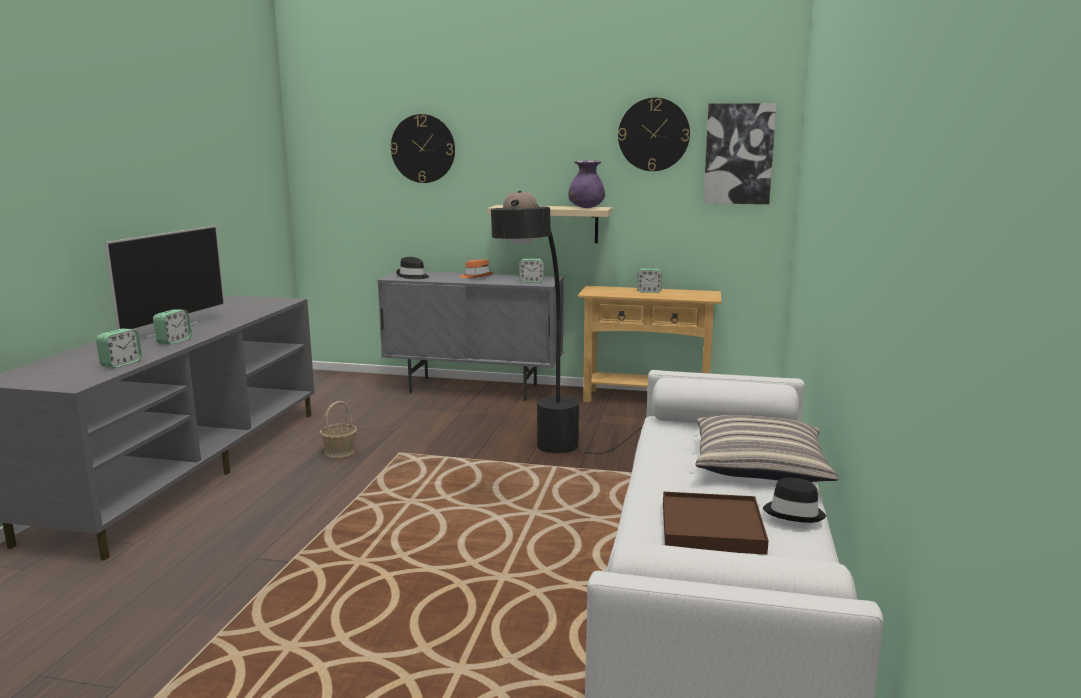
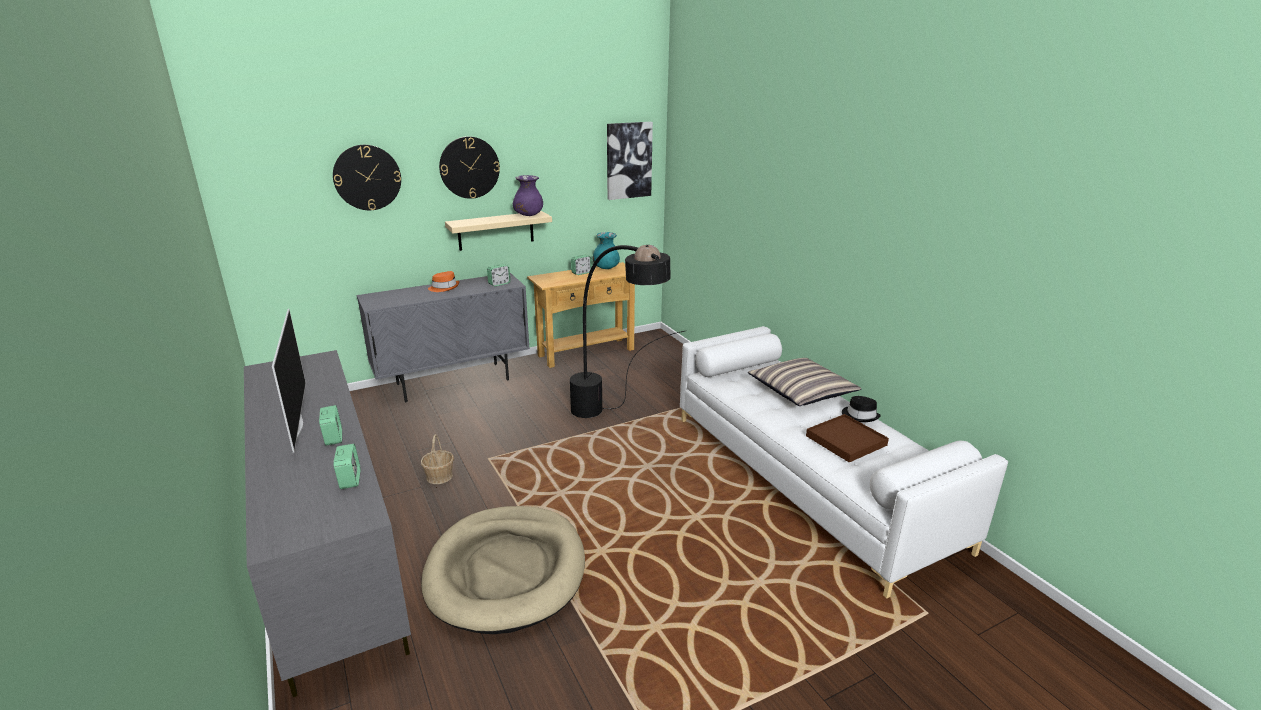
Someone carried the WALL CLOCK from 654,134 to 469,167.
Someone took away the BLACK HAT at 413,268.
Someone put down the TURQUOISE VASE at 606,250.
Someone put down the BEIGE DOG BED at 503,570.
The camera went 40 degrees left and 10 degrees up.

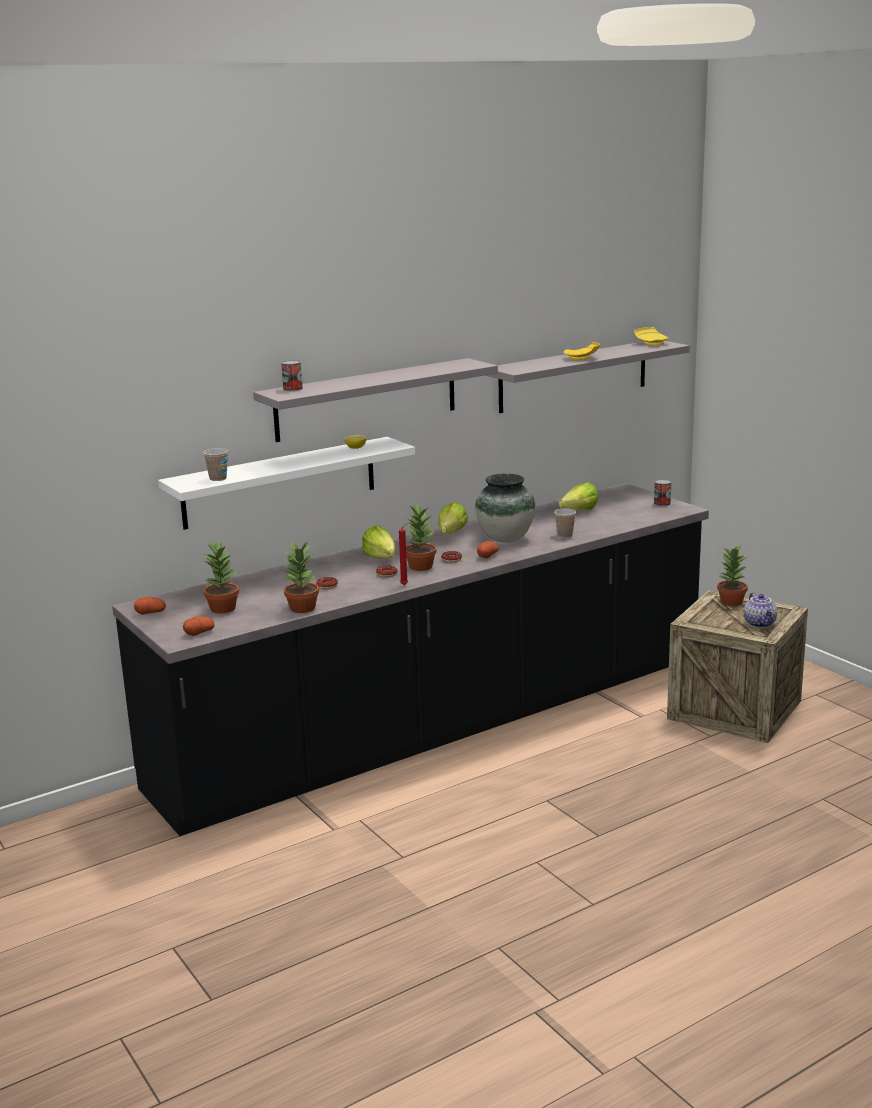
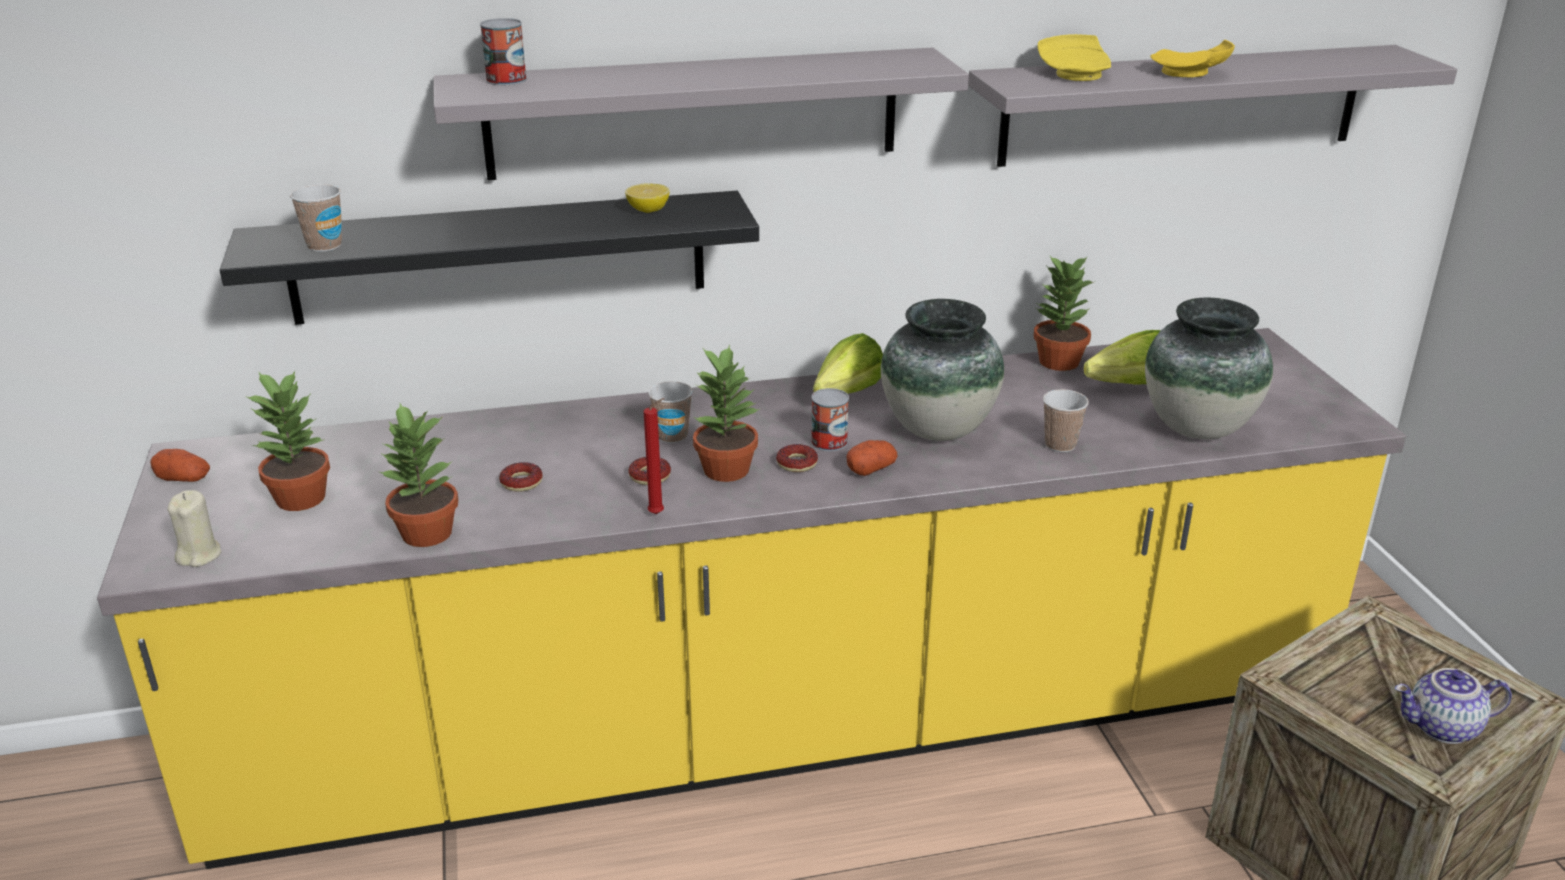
Someone carried the YELLOW PLATE from 651,336 to 1074,57.
Someone repainted the WHITE SHELF at 286,483, which became the BLACK SHELF at 489,258.
Someone carried the CAN from 663,492 to 830,419.
Someone repainted the BLACK COUNTER at 410,659, which became the YELLOW COUNTER at 751,598.
Someone swapped the LETTUCE at 378,542 for the CUP at 670,412.
Someone carried the POTTED PLANT from 732,575 to 1063,313.
Someone rotated the TEAPOT at 760,610 by 75 degrees clockwise.
Someone swapped the POTATO at 199,626 for the BEIGE CANDLE at 194,528.
Someone put down the VASE at 1209,368.
The camera went 20 degrees right and 10 degrees up.

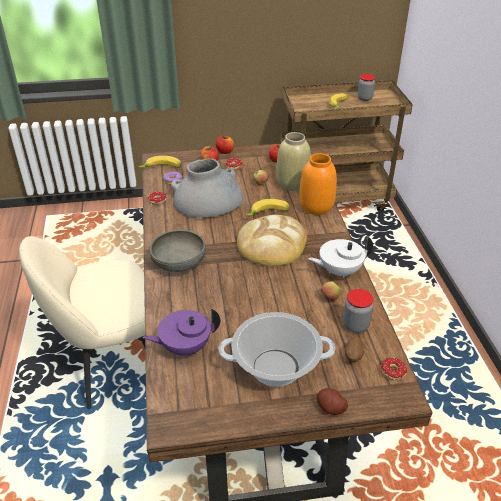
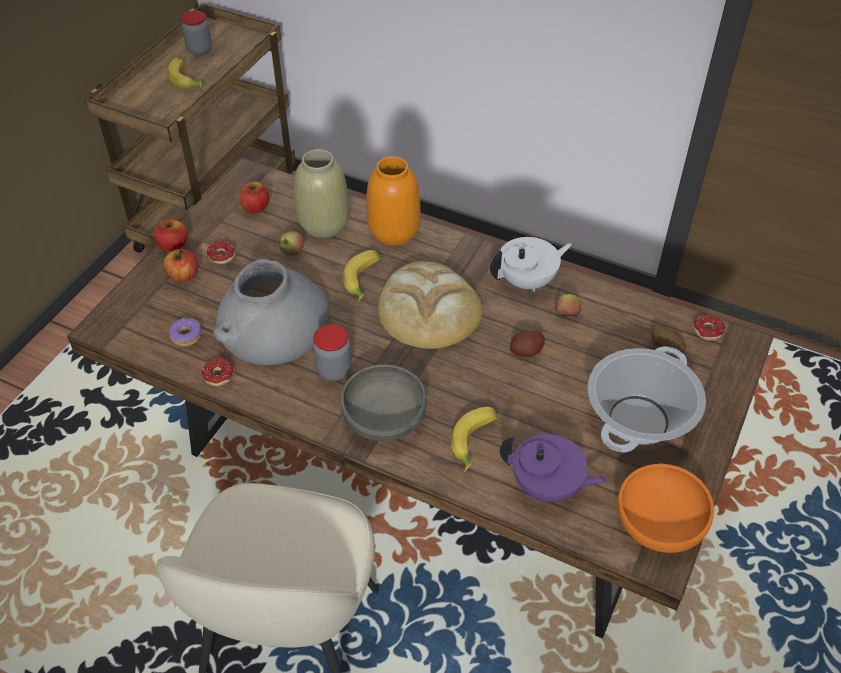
Someone carried the BANANA from 160,161 to 475,440.
Someone rotated the WHITE TEAPOT at 340,257 by 135 degrees counterclockwise.
Someone carried the JAR from 358,311 to 332,352.
Someone rotated the PURPLE TEAPOT at 181,332 by 90 degrees counterclockwise.
Someone carried the POTATO from 332,401 to 527,343.
Someone put down the ORANGE BOWL at 665,508.
The camera went 55 degrees left and 10 degrees up.

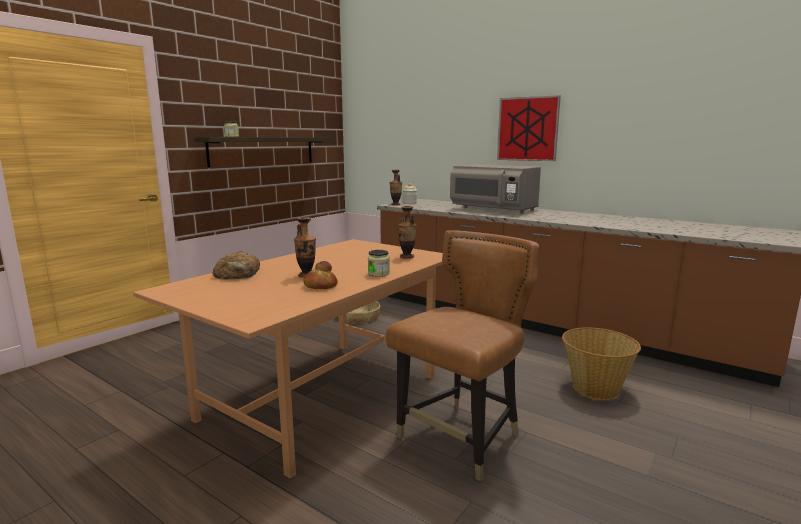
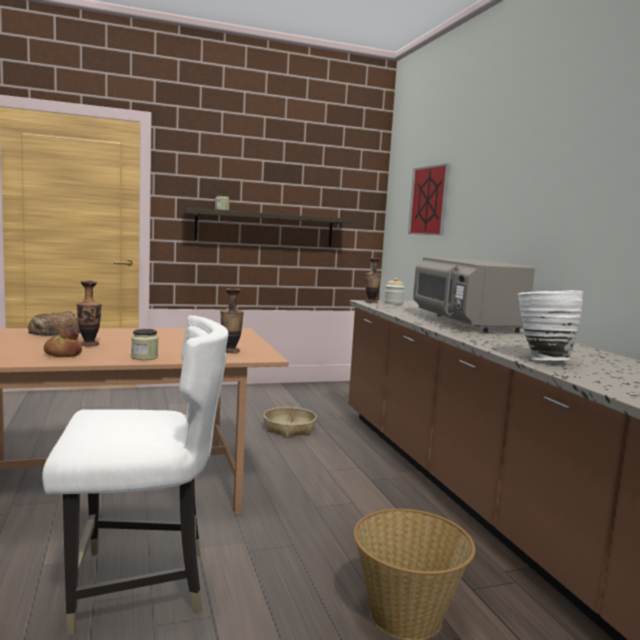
Someone carried the PICTURE from 529,128 to 429,199.
Someone repainted the BROWN CHAIR at 463,356, which became the WHITE CHAIR at 135,476.
Someone put down the WHITE VASE at 550,325.
The camera went 35 degrees right and 5 degrees down.

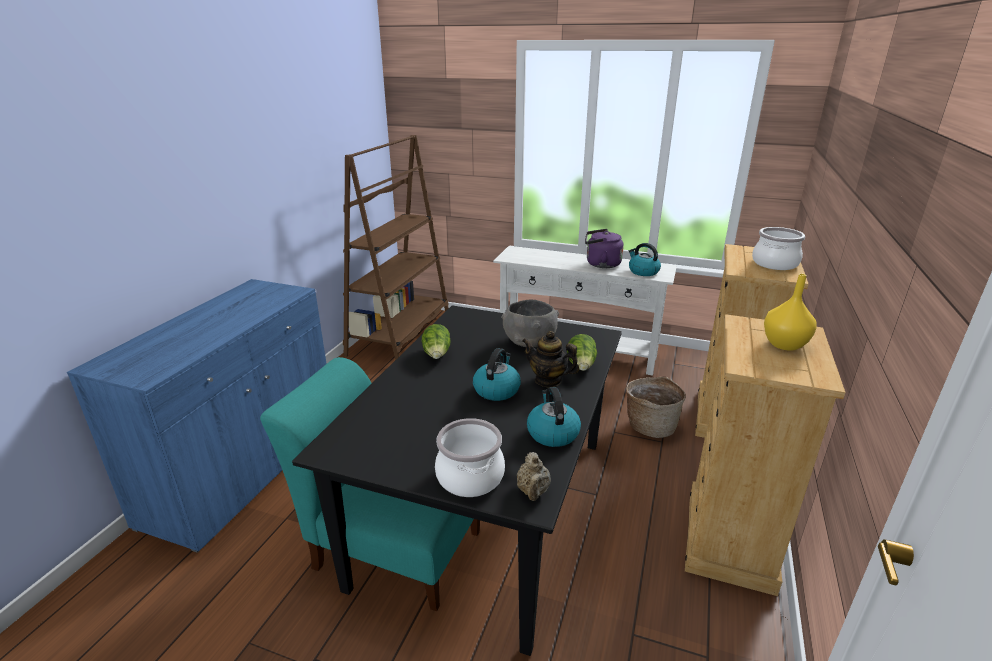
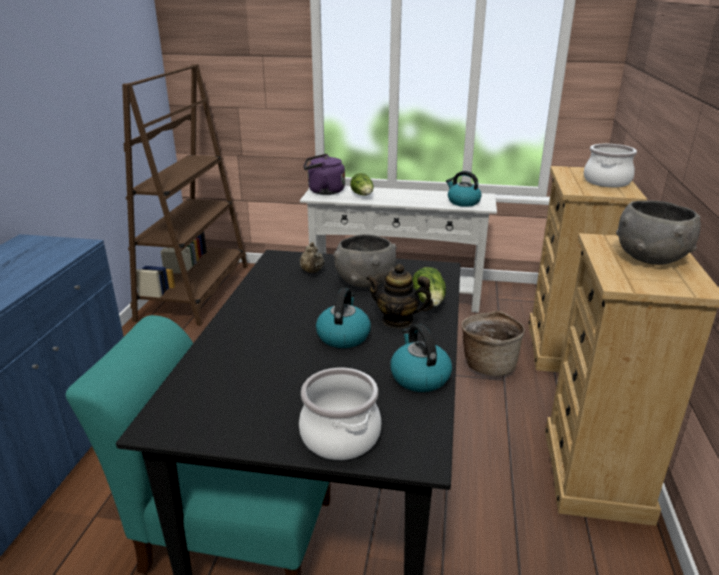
Someone carried the PURPLE KETTLE from 604,248 to 324,174.
Someone swapped the YELLOW VASE at 790,312 for the GREY BOWL at 658,233.
Someone carried the LETTUCE from 436,341 to 362,184.
Someone carried the BEIGE TEAPOT from 534,476 to 312,257.
The camera went 10 degrees left and 0 degrees up.

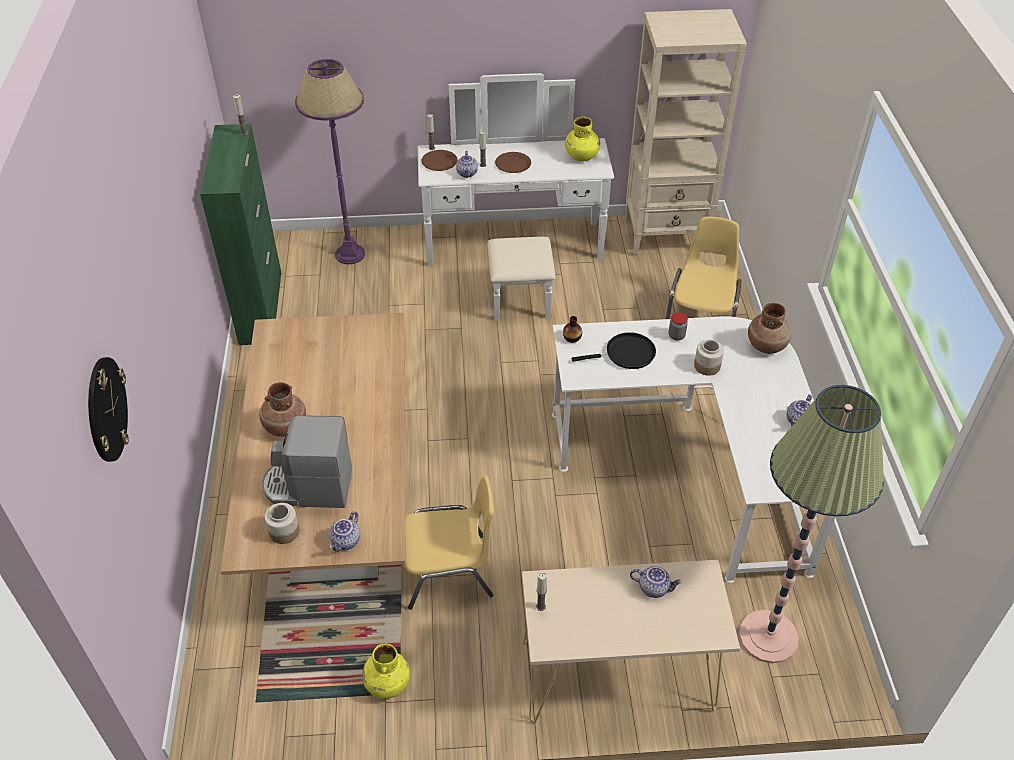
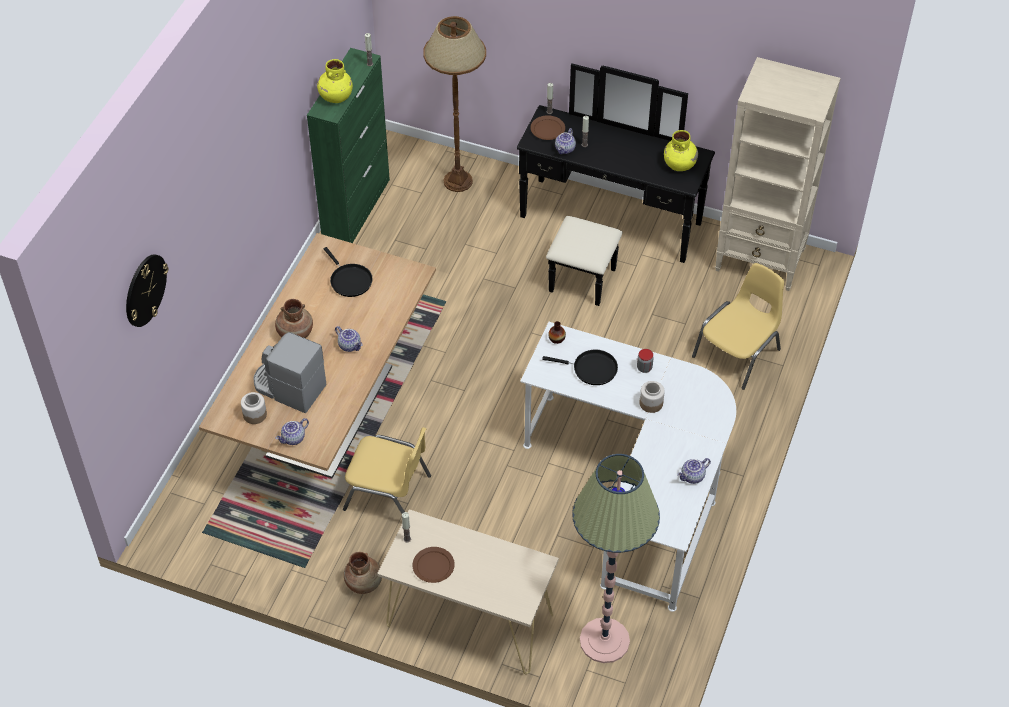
Someone repainted the PURPLE FLOOR LAMP at 330,161, which became the BROWN FLOOR LAMP at 454,104.
Someone repainted the WHITE DRESSER at 516,197, which became the BLACK DRESSER at 616,184.
Someone carried the BROWN PLATE from 513,162 to 434,565.
Someone carried the BROWN VASE from 770,328 to 363,573.
Someone carried the TEAPOT from 656,582 to 349,339.
Someone carried the YELLOW VASE from 386,671 to 335,81.
Someone put down the BLACK FRYING PAN at 348,272.
The camera went 25 degrees right and 5 degrees up.

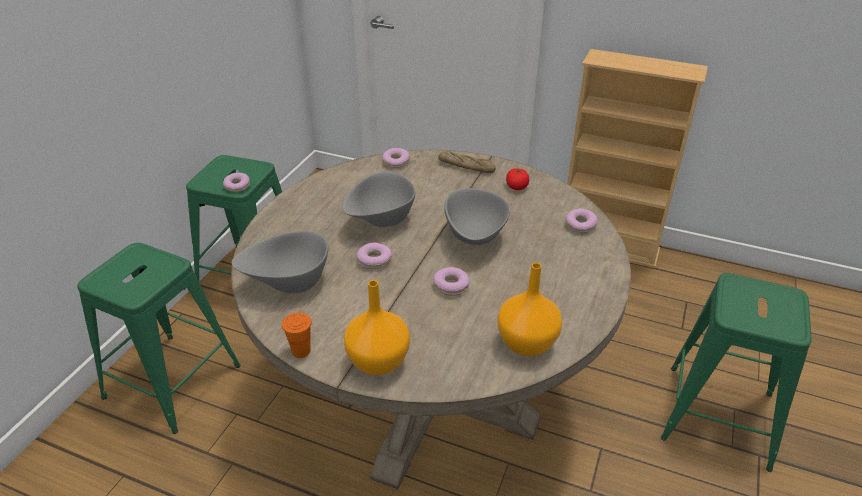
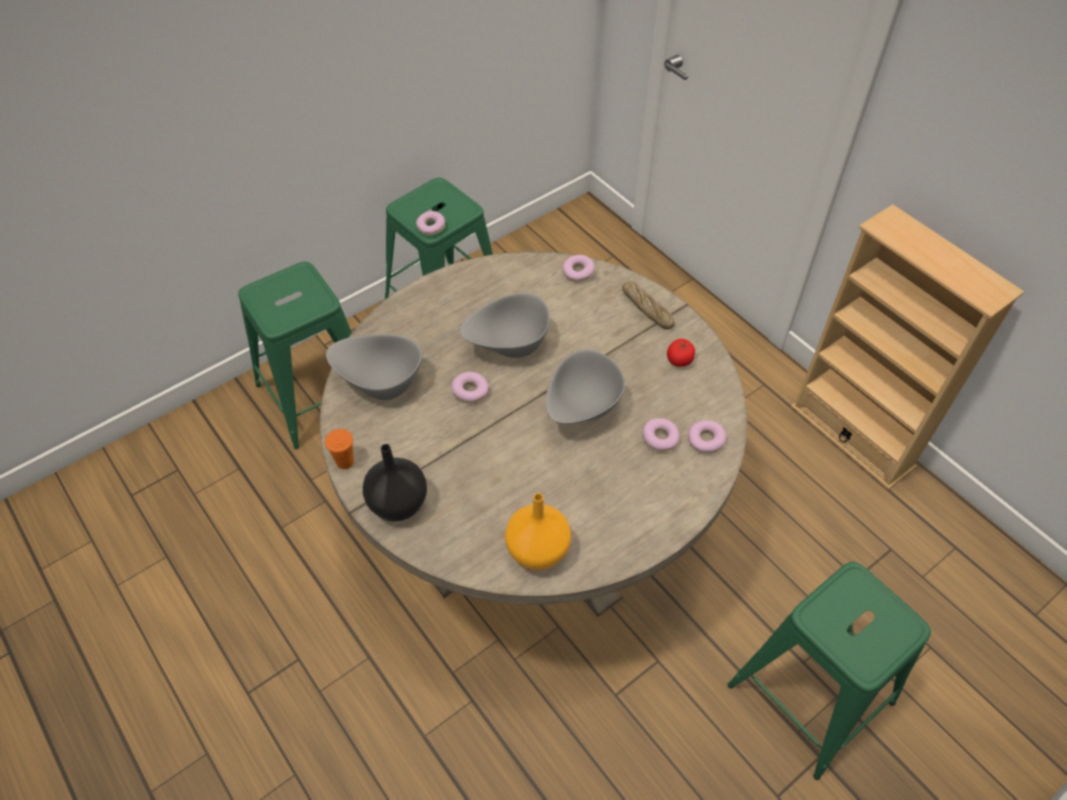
Someone carried the DONUT from 451,281 to 661,435.
Someone repainted the ORANGE VASE at 377,327, which became the BLACK VASE at 395,482.
The camera went 30 degrees right and 15 degrees up.

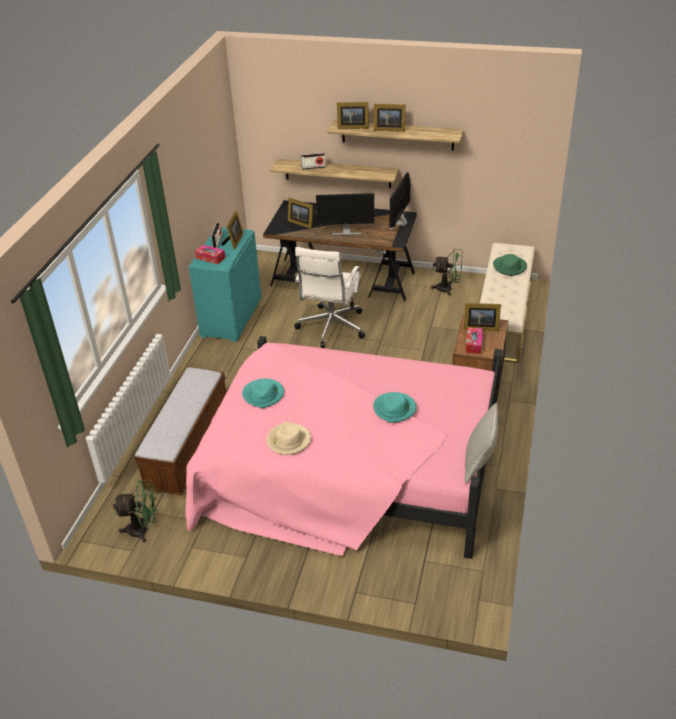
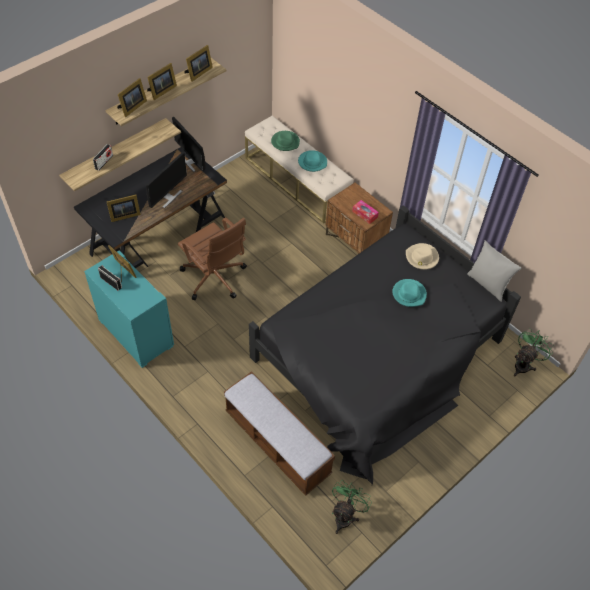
Someone took away the TISSUE BOX at 210,254.
Someone repainted the WHITE OFFICE CHAIR at 329,297, which became the BROWN OFFICE CHAIR at 212,258.
Someone carried the GREEN FAN from 447,272 to 534,352.
Someone carried the PICTURE FRAME from 482,317 to 198,63.
Someone repainted the PINK BED at 343,447, which became the BLACK BED at 385,345.
Someone carried the TURQUOISE HAT from 263,393 to 312,161.
Someone carried the BEIGE HAT from 288,438 to 422,256.
The camera went 60 degrees left and 15 degrees up.

